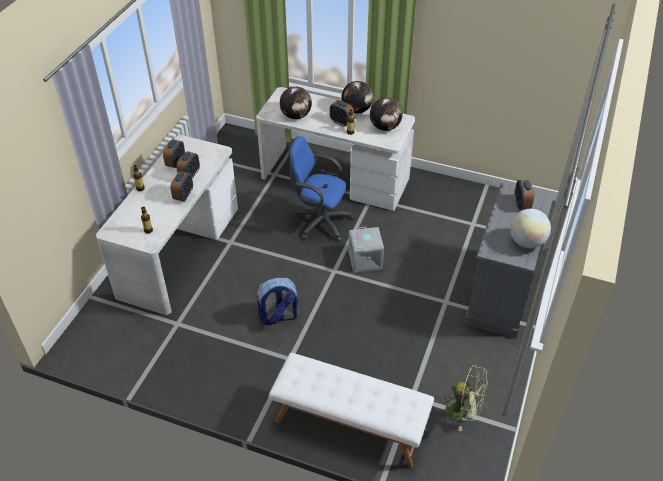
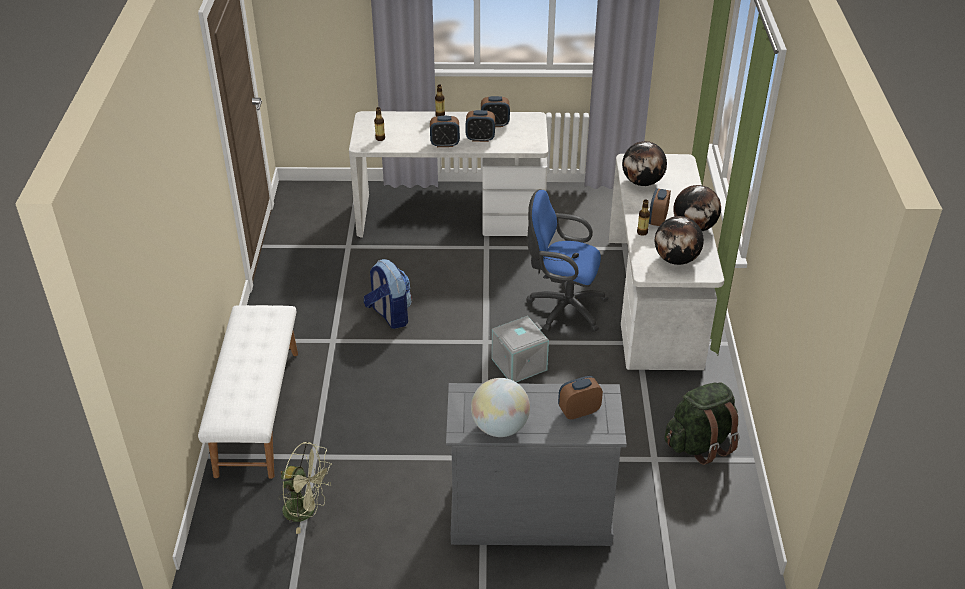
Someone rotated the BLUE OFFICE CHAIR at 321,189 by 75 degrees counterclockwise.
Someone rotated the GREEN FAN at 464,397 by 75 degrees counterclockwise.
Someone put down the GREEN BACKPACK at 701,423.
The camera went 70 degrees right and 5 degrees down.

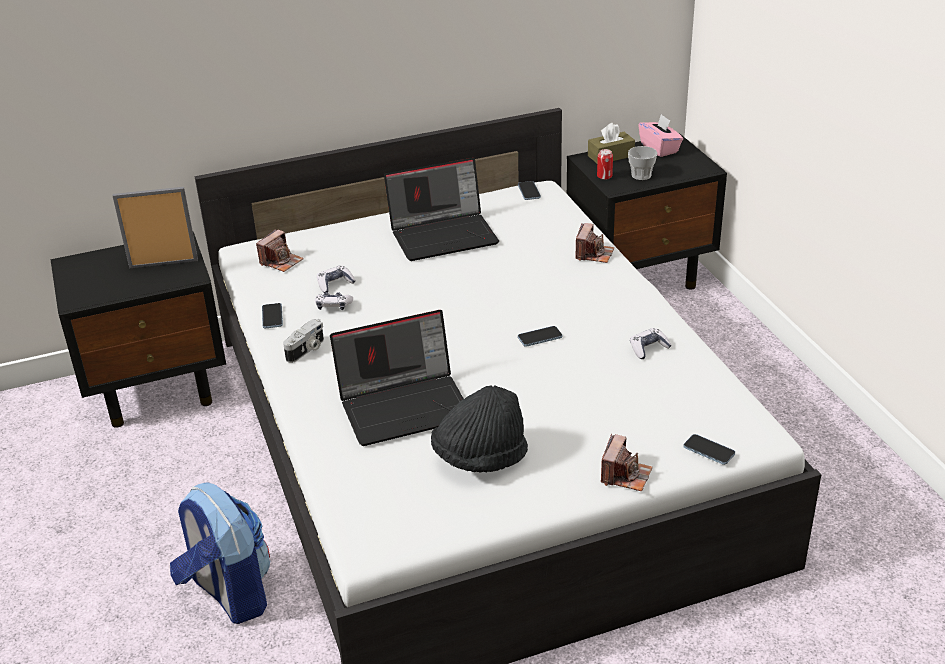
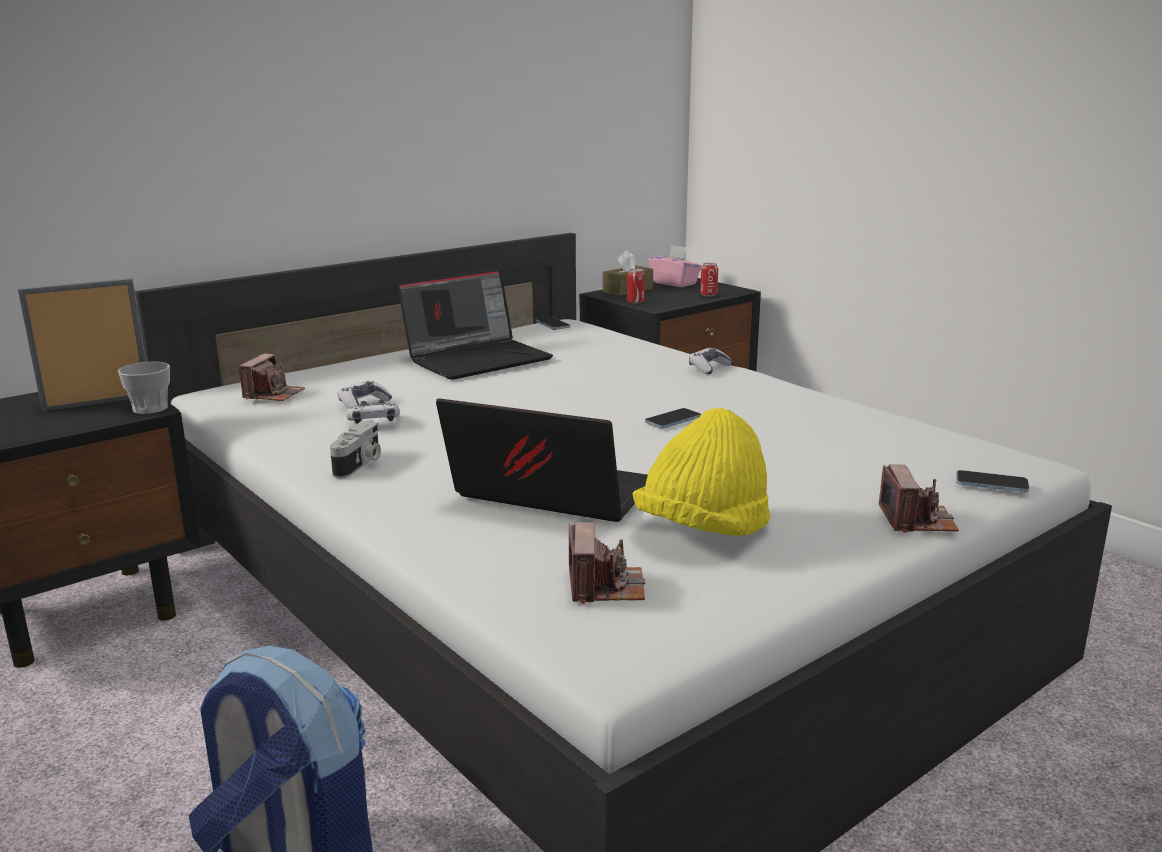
Someone carried the CUP from 642,163 to 144,387.
Someone carried the PHOTO CAMERA from 594,243 to 607,563.
Someone took away the PHONE at 272,315.
Someone rotated the LAPTOP at 397,378 by 120 degrees counterclockwise.
Someone carried the GAME CONTROLLER from 651,343 to 711,361.
Someone repainted the BLACK HAT at 479,429, which became the YELLOW HAT at 701,472.
Someone put down the CAN at 709,280.
The camera went 20 degrees left and 15 degrees down.

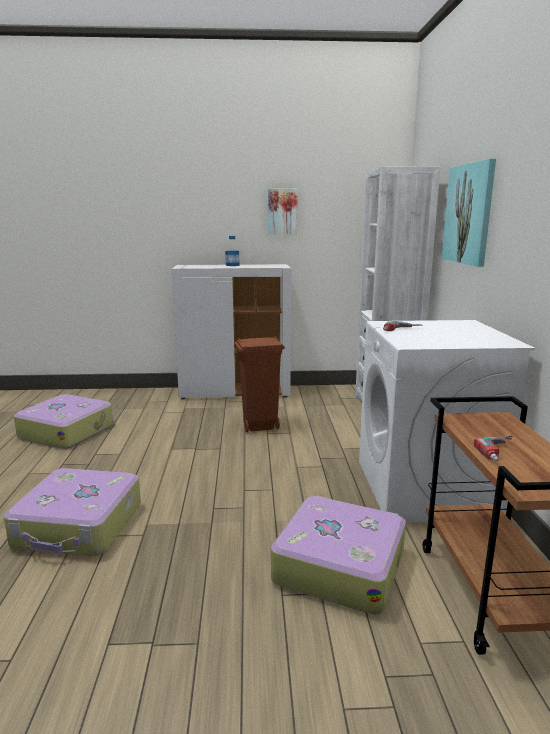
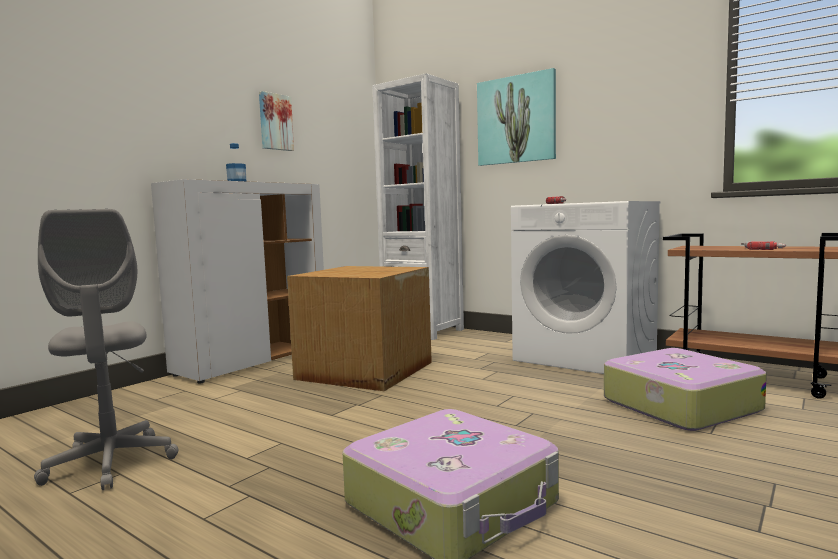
Someone swapped the BROWN TRASH CAN at 259,384 for the CARDBOARD BOX at 359,328.
Someone swapped the SUITCASE at 63,421 for the GREY OFFICE CHAIR at 106,349.
The camera went 50 degrees left and 10 degrees down.

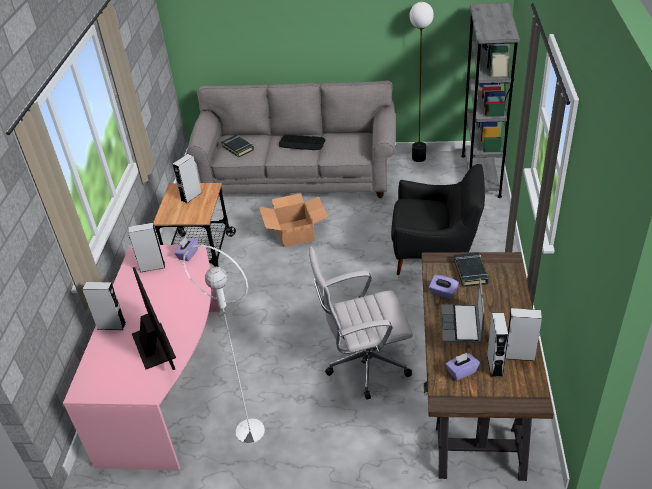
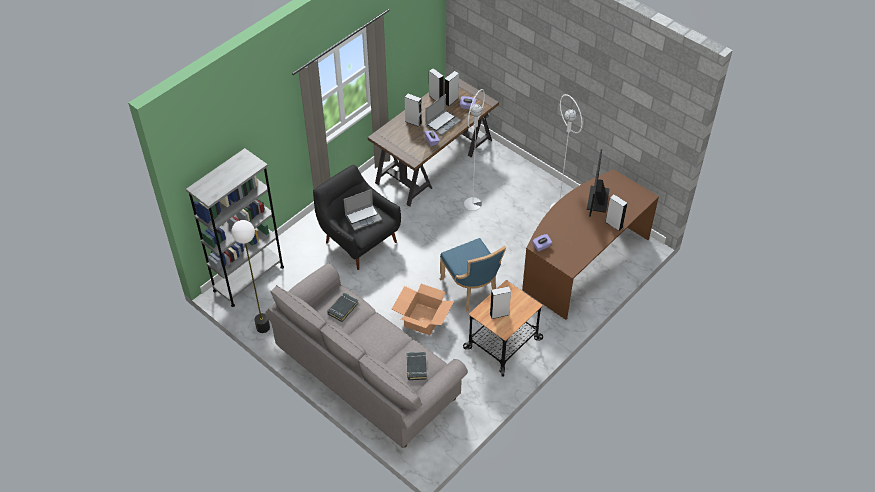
Someone took away the KEYBOARD at 302,142.
Someone carried the GREY SPEAKER from 146,247 to 413,110.
Someone repainted the PINK DESK at 141,357, which became the BROWN DESK at 590,244.
Someone swapped the WHITE OFFICE CHAIR at 361,323 for the WHITE FLOOR LAMP at 474,150.
Someone carried the BLACK BOOK from 471,269 to 342,307.
Someone put down the LAPTOP at 363,209.
Someone put down the BLUE CHAIR at 472,275.
The camera went 145 degrees left and 10 degrees up.

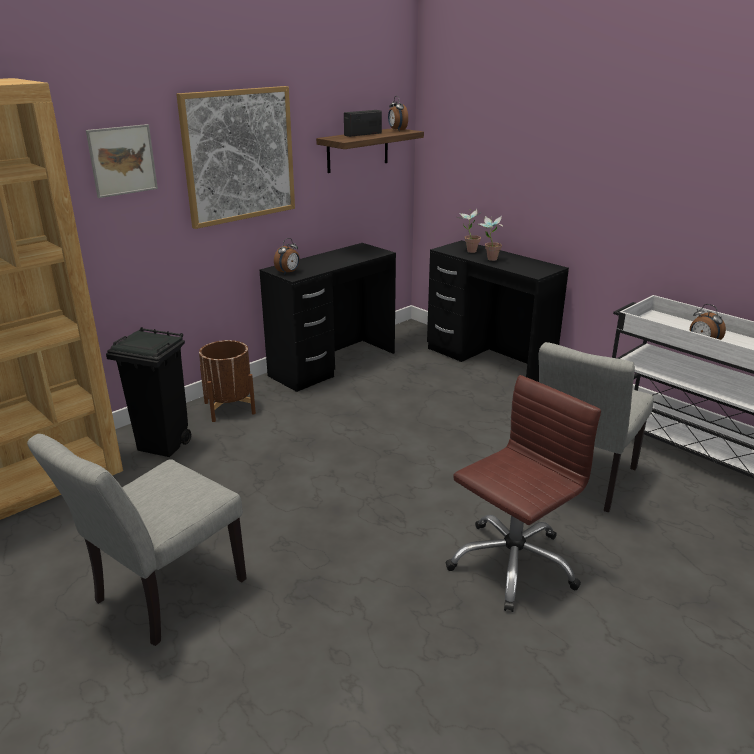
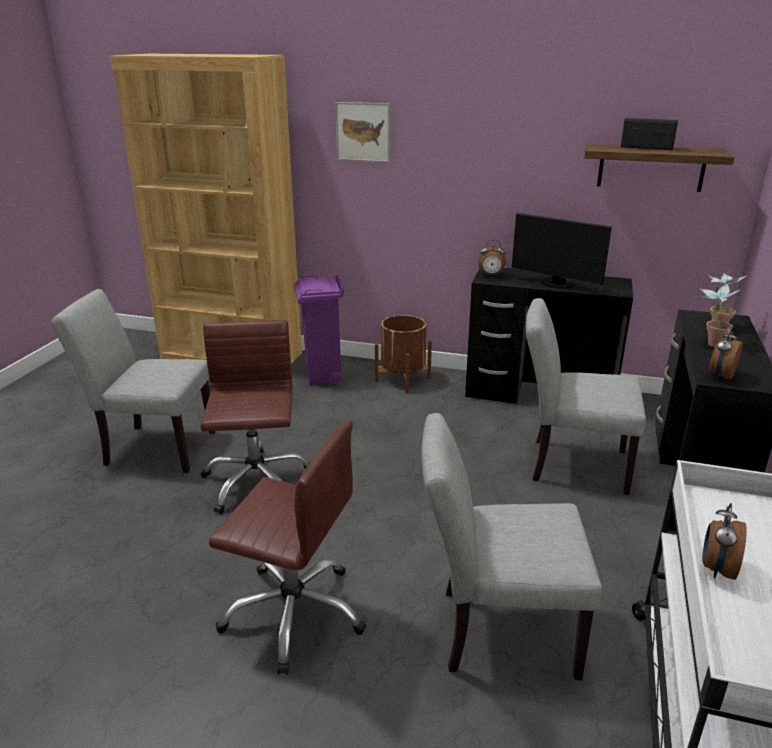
Someone took away the PICTURE at 235,157.
Someone carried the ALARM CLOCK from 398,113 to 726,353.
Someone repainted the BLACK TRASH CAN at 148,392, which became the PURPLE TRASH CAN at 319,330.
Someone put down the MONITOR at 562,251.
Someone put down the GREY CHAIR at 586,396.
Someone put down the BROWN OFFICE CHAIR at 255,417.
The camera went 60 degrees right and 0 degrees up.

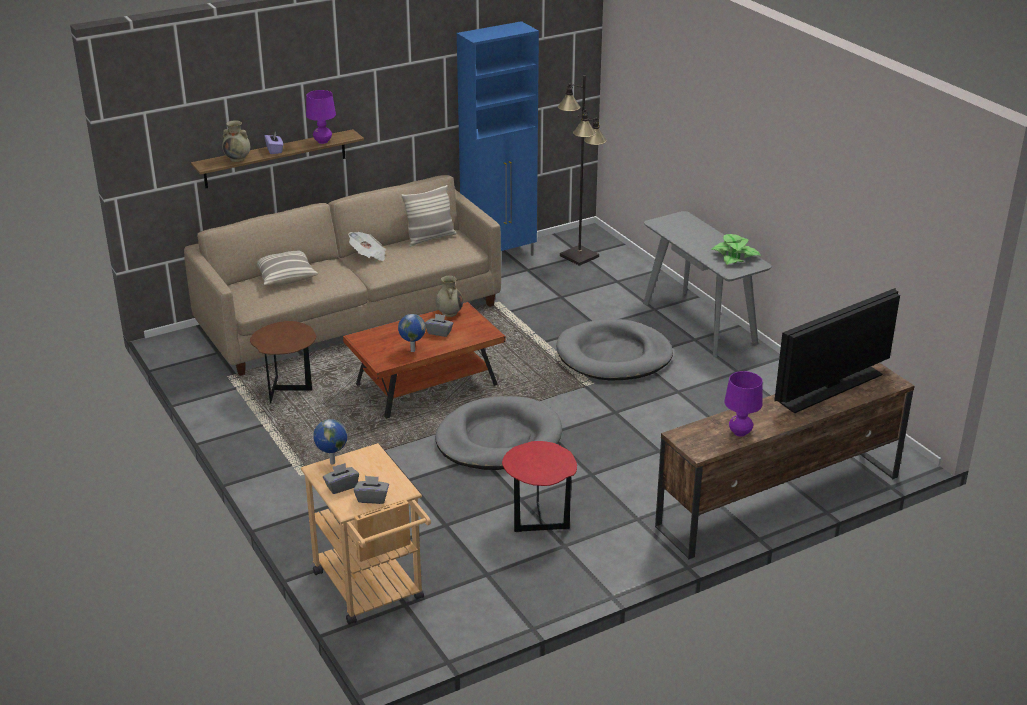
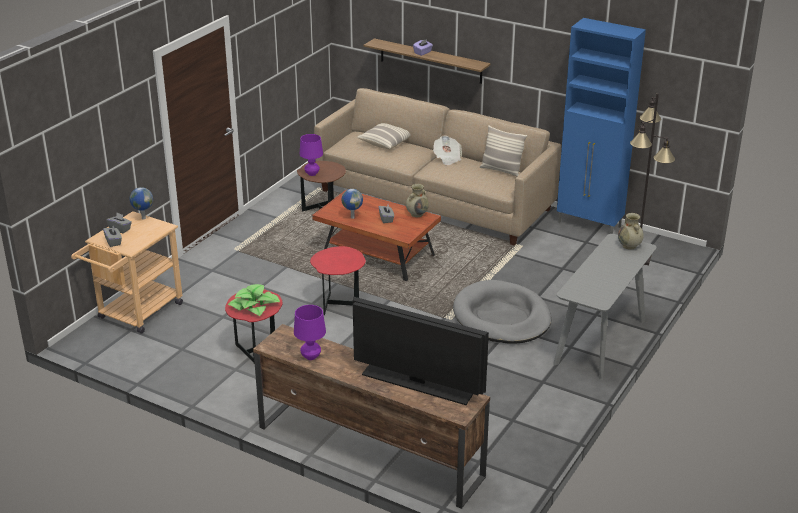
Someone carried the PURPLE TABLE LAMP from 321,117 to 311,155.
Someone carried the BEIGE VASE from 236,141 to 631,231.
Someone carried the POTTED PLANT from 736,249 to 254,300.
Someone swapped the GREY DOG BED at 499,433 for the RED SIDE TABLE at 338,280.
The camera went 60 degrees right and 0 degrees up.

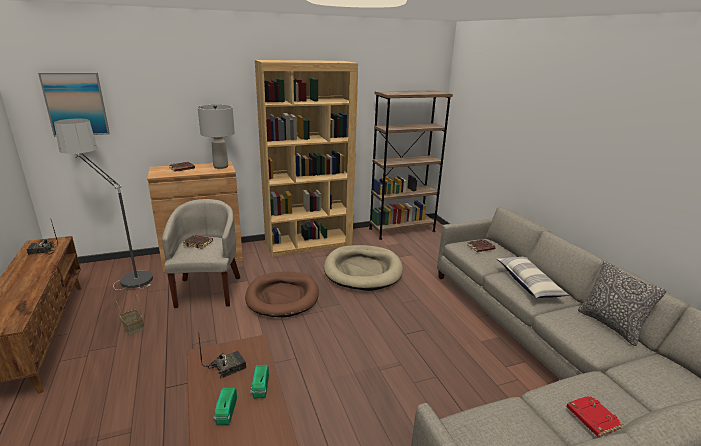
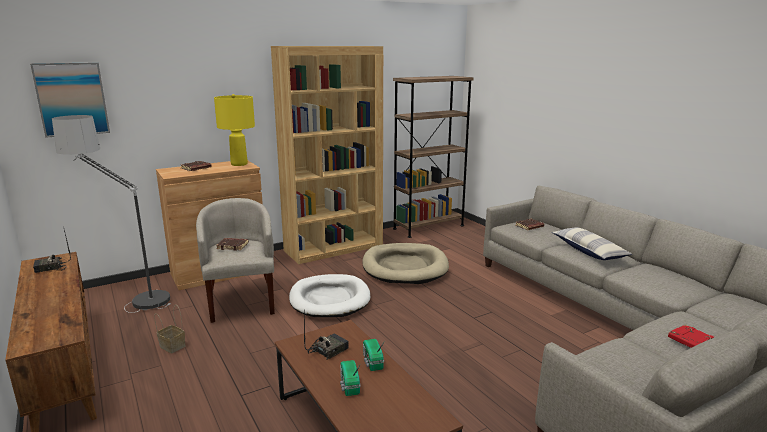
Someone repainted the GREY TABLE LAMP at 216,136, which became the YELLOW TABLE LAMP at 234,130.
Someone took away the PILLOW at 622,303.
Someone repainted the BROWN DOG BED at 282,294, which became the WHITE DOG BED at 329,295.
The camera went 10 degrees left and 5 degrees down.

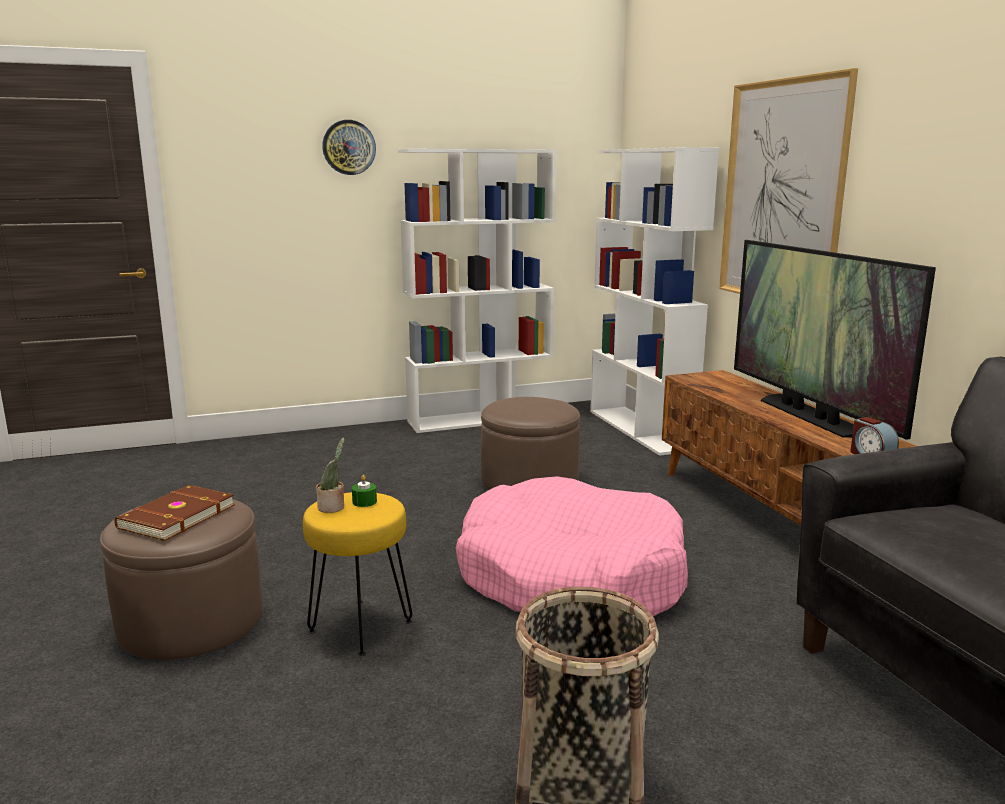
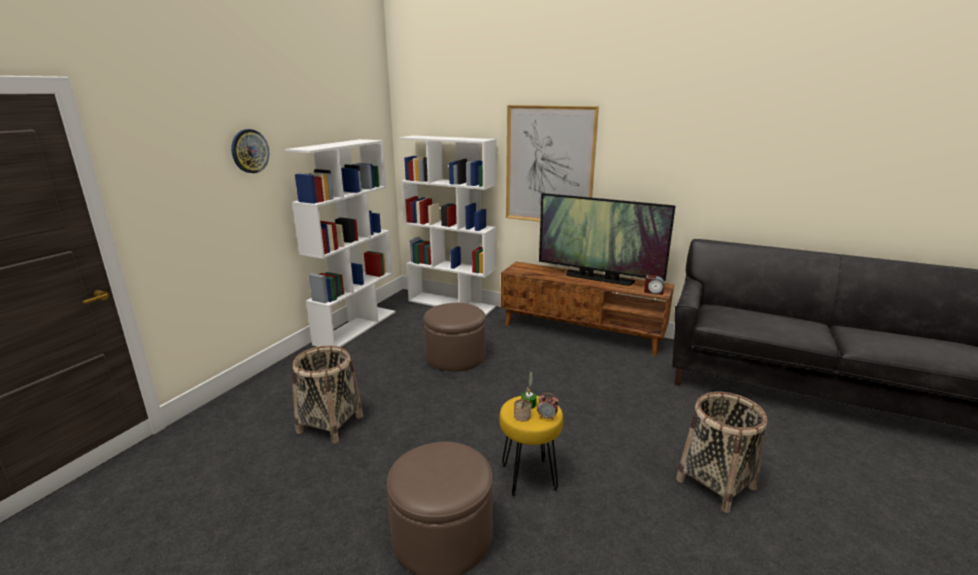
Someone took away the PINK DOG BED at 572,546.
Someone took away the BROWN BOOK at 175,513.
Someone put down the BASKET at 327,394.
Someone put down the ALARM CLOCK at 548,406.
The camera went 45 degrees left and 5 degrees up.

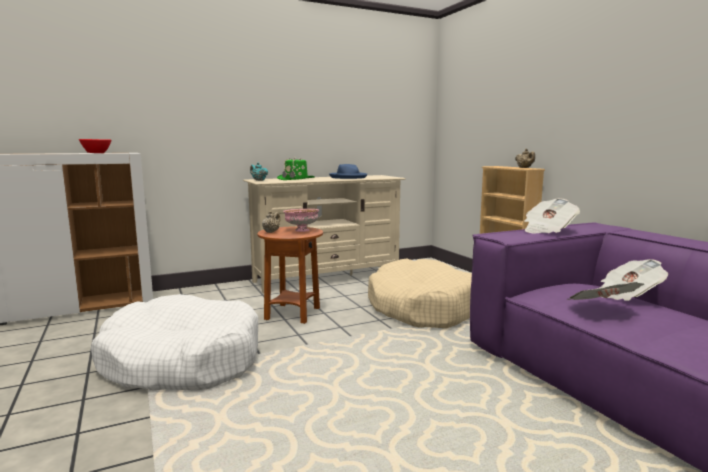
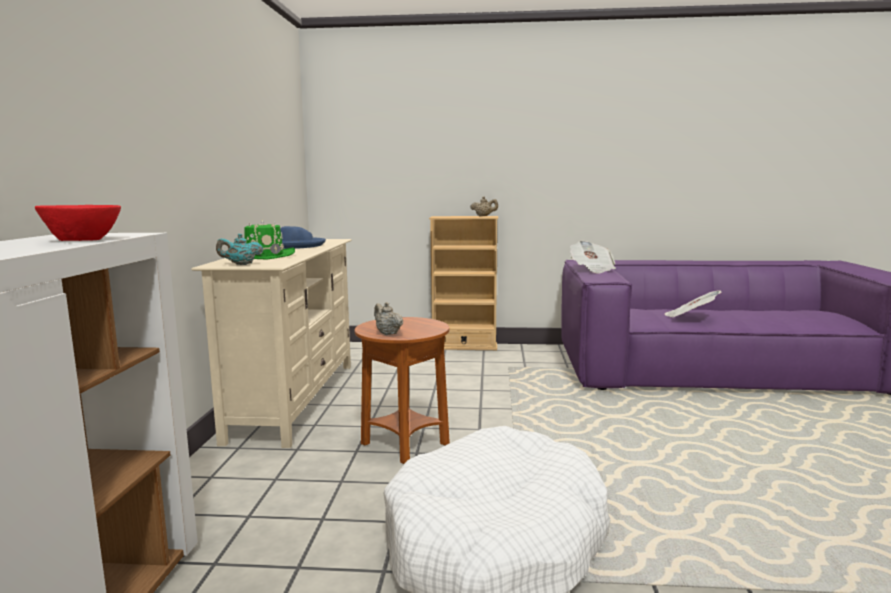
Someone took away the PINK BOWL at 301,220.
Someone took away the BEIGE DOG BED at 420,293.
Someone took away the NEWSPAPER at 634,280.
The camera went 60 degrees left and 0 degrees up.

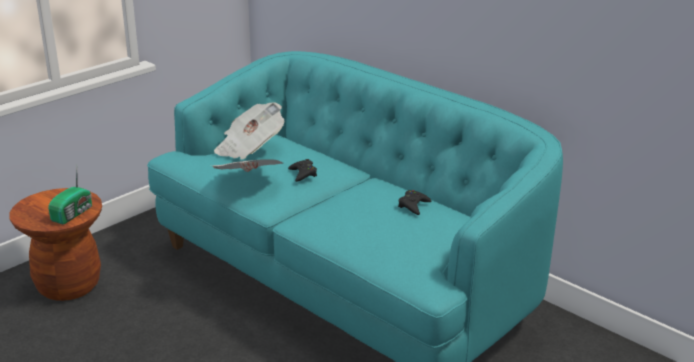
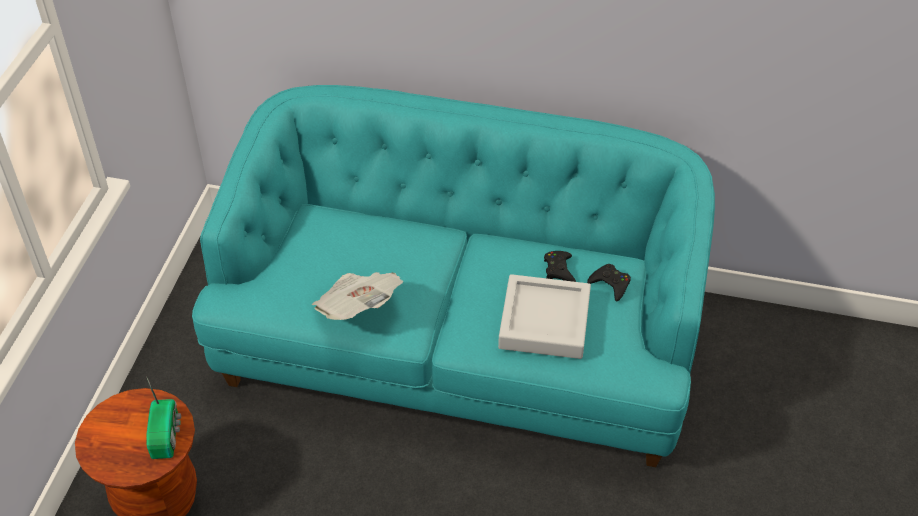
Someone took away the NEWSPAPER at 249,131.
Someone carried the BLACK GAME CONTROLLER from 302,170 to 609,282.
Someone put down the GREY TRAY at 544,316.
The camera went 30 degrees left and 20 degrees up.

